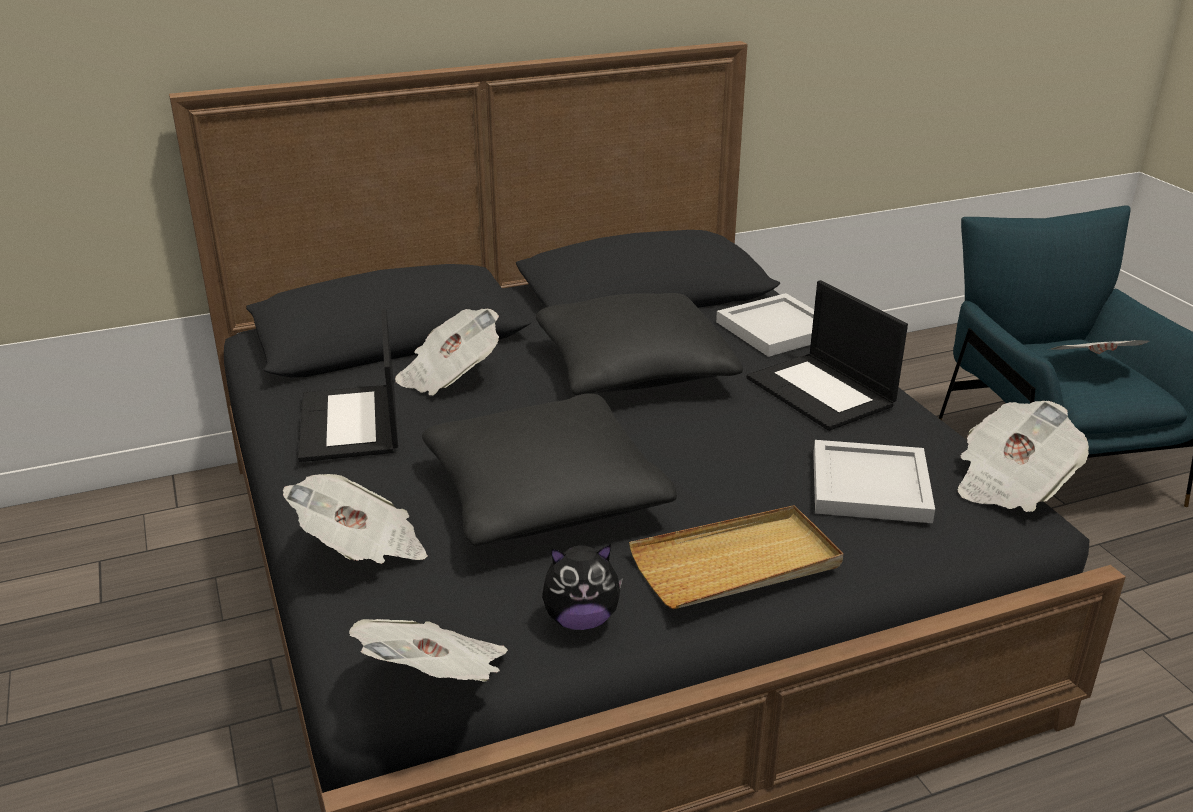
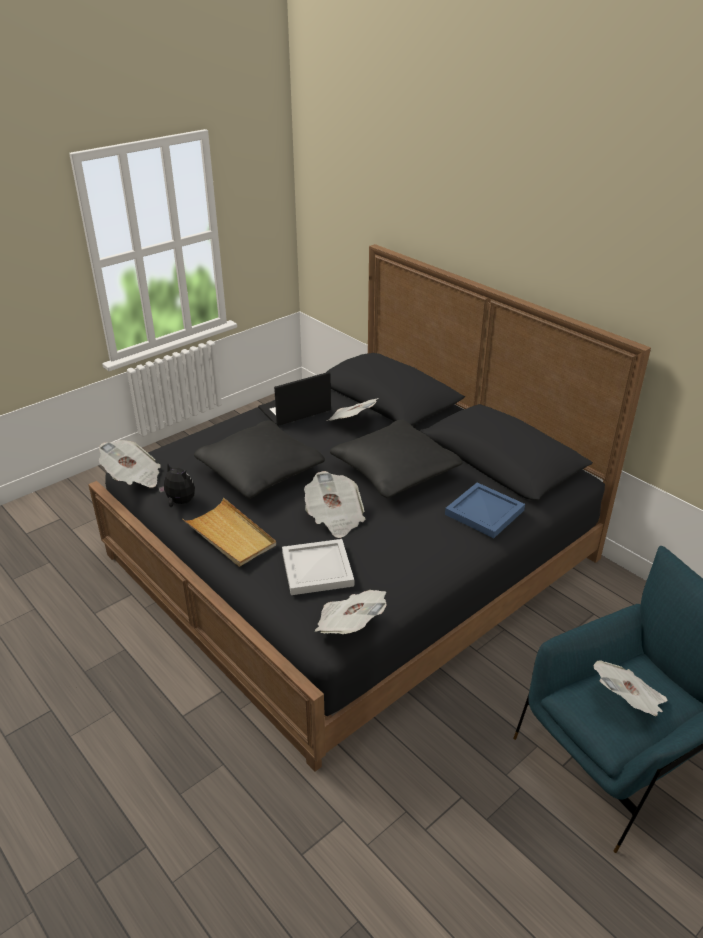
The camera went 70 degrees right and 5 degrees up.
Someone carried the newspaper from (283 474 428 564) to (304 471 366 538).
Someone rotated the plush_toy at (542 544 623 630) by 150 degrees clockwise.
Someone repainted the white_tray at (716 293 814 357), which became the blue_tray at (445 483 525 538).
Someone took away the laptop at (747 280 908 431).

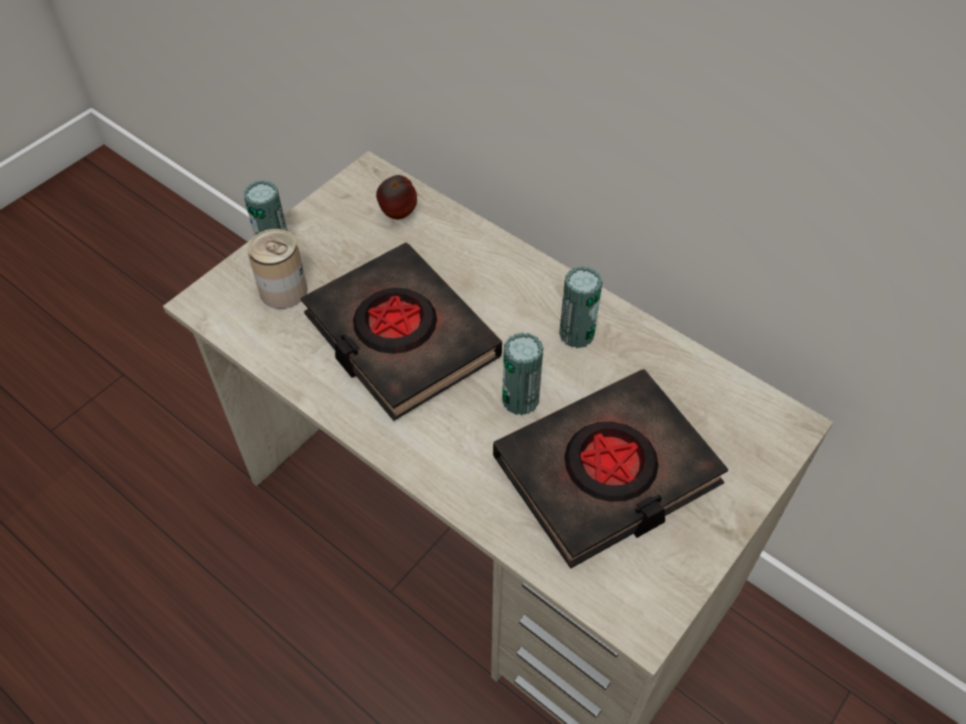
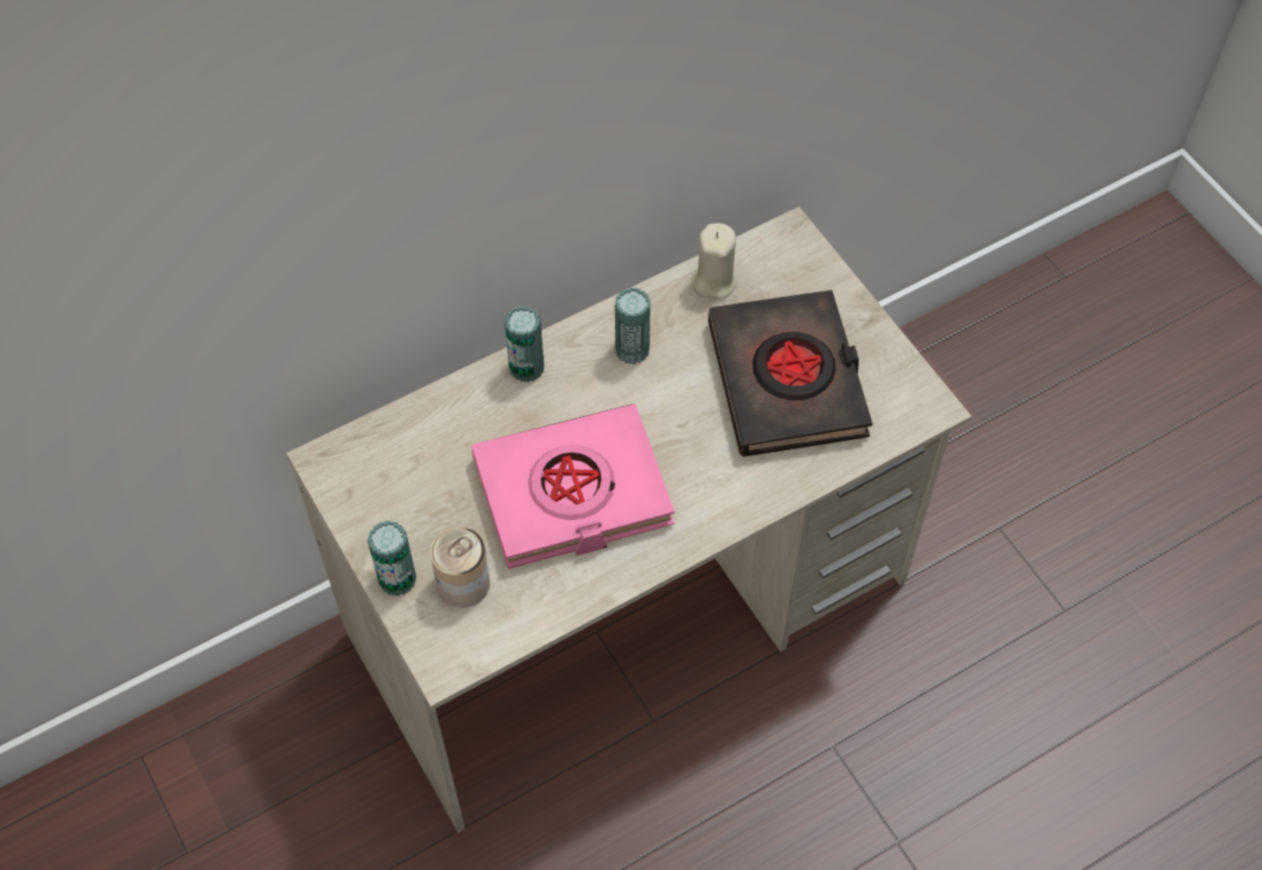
The camera went 70 degrees left and 5 degrees up.
Someone repainted the black_book at (301 243 502 421), which became the pink_book at (472 404 675 569).
Someone took away the apple at (376 175 417 219).
Someone carried the can from (502 332 543 415) to (504 306 544 382).
Someone put down the beige_candle at (691 223 737 299).

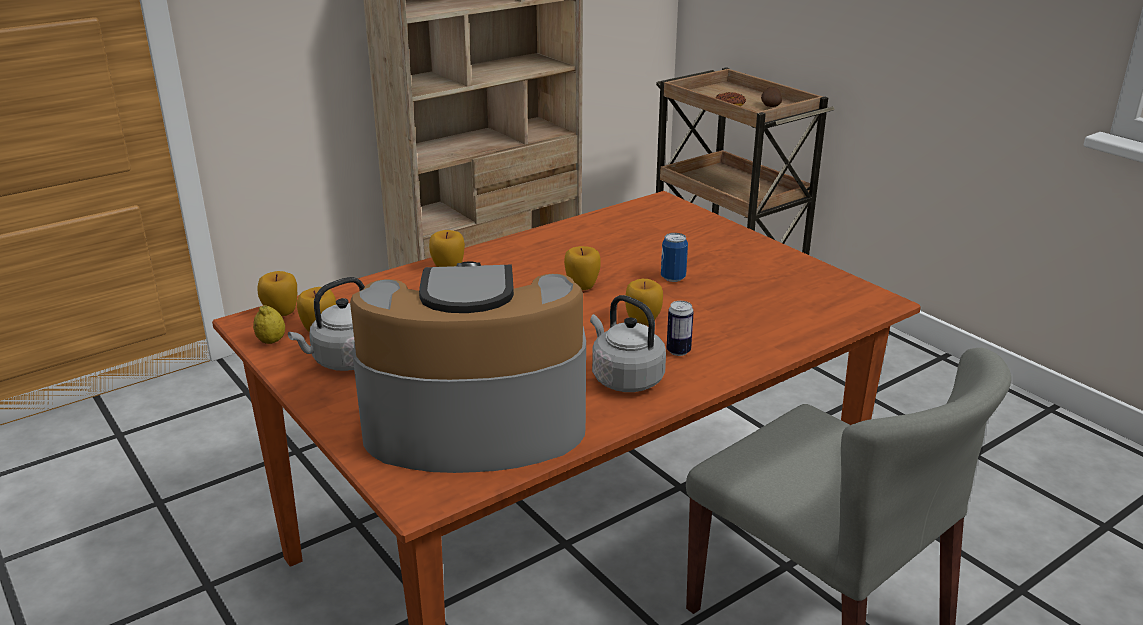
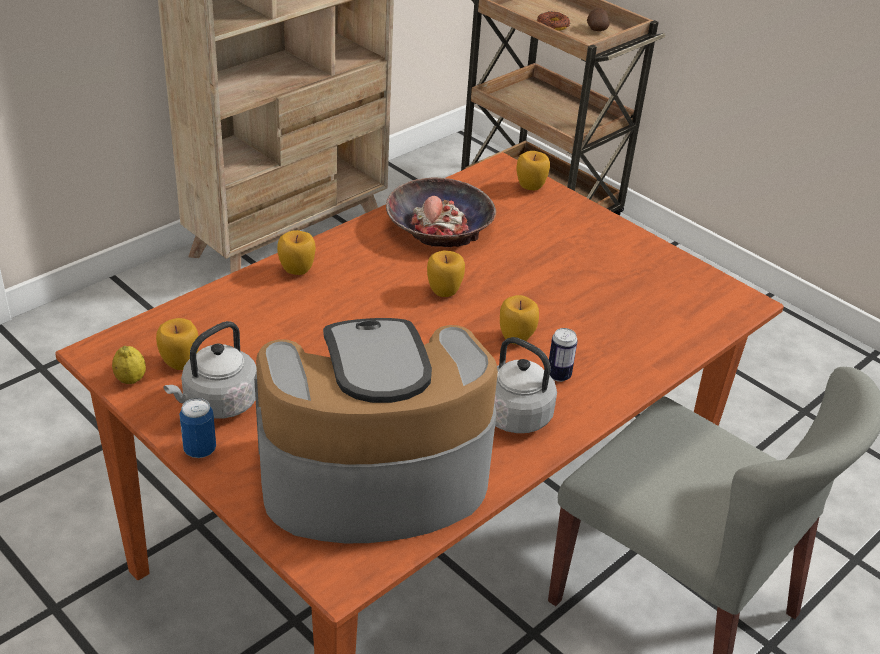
The camera went 10 degrees left and 10 degrees up.
Someone carried the apple from (257 271 297 316) to (516 151 550 190).
Someone carried the can from (661 233 688 282) to (179 398 216 458).
Someone put down the bowl at (386 178 496 247).

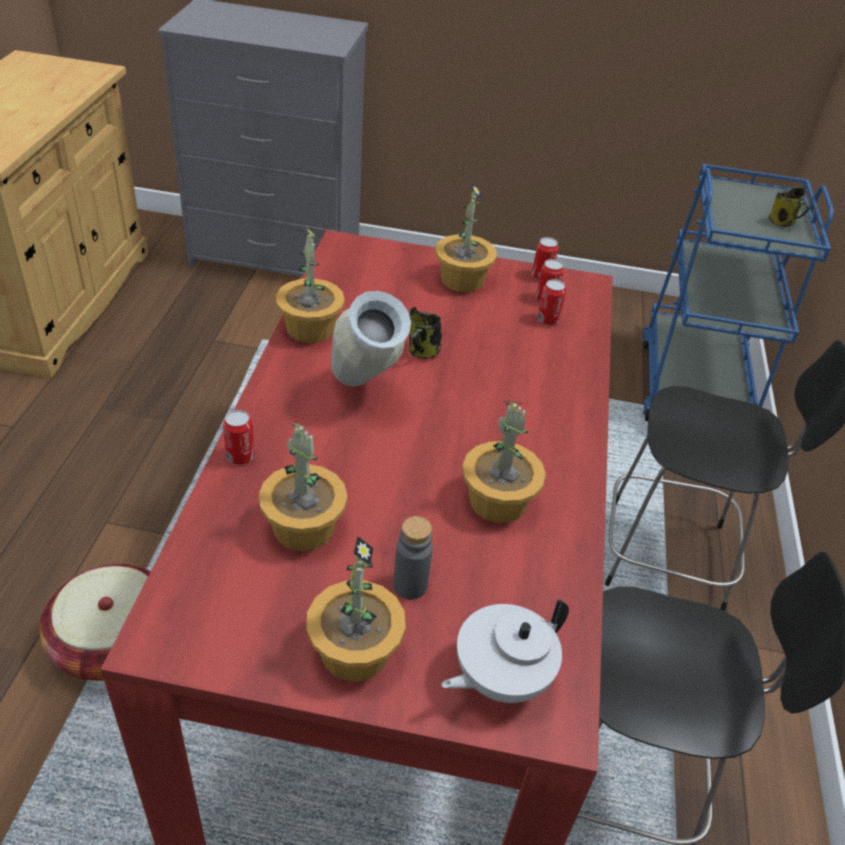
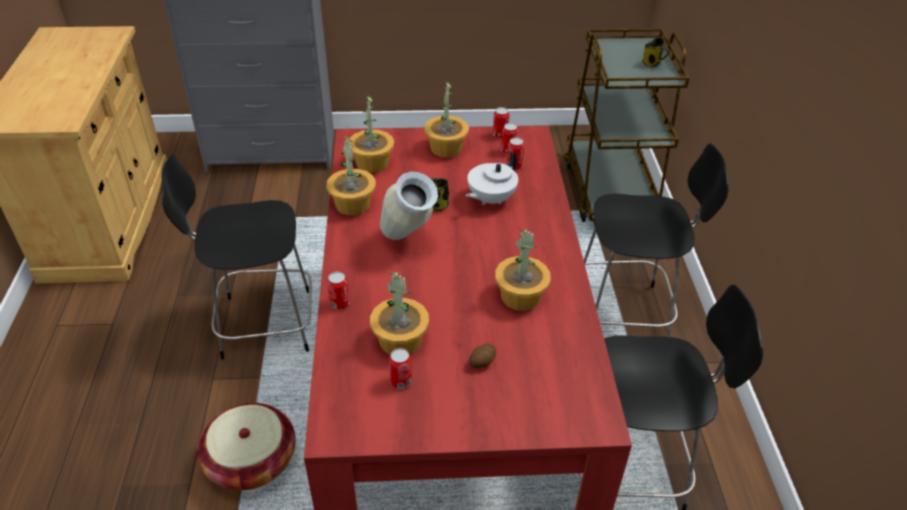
The camera went 10 degrees left and 0 degrees up.
Someone carried the potted_plant from (307 536 406 681) to (349 94 394 173).
Someone swapped the grey_bottle at (393 516 433 599) for the potato at (469 343 496 368).
Someone carried the white_teapot from (441 599 569 703) to (466 151 518 205).
Someone repainted the blue_cart at (642 164 834 421), which became the brown_cart at (565 29 690 222).
Someone put down the black_chair at (161 153 312 360).
Someone put down the can at (389 348 412 389).

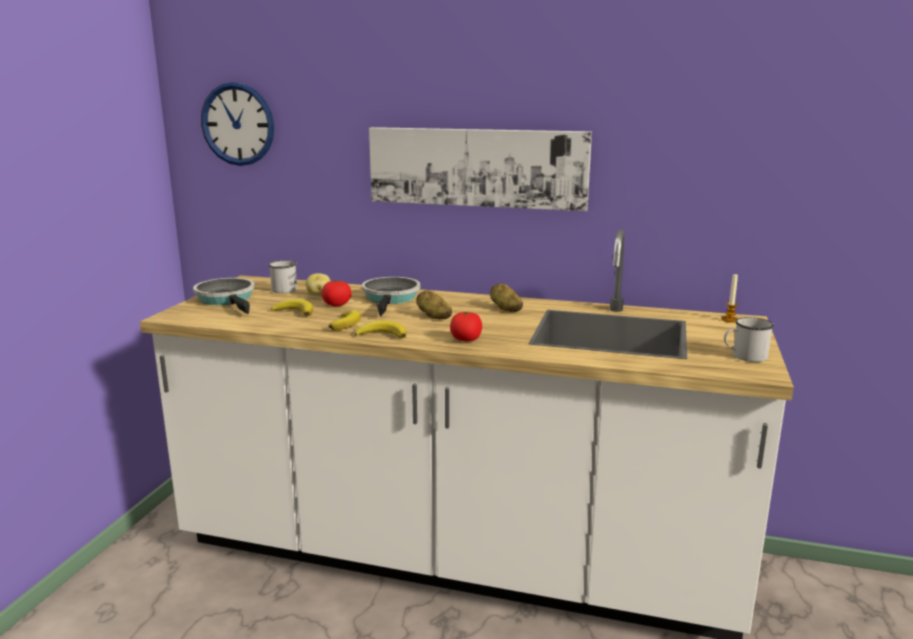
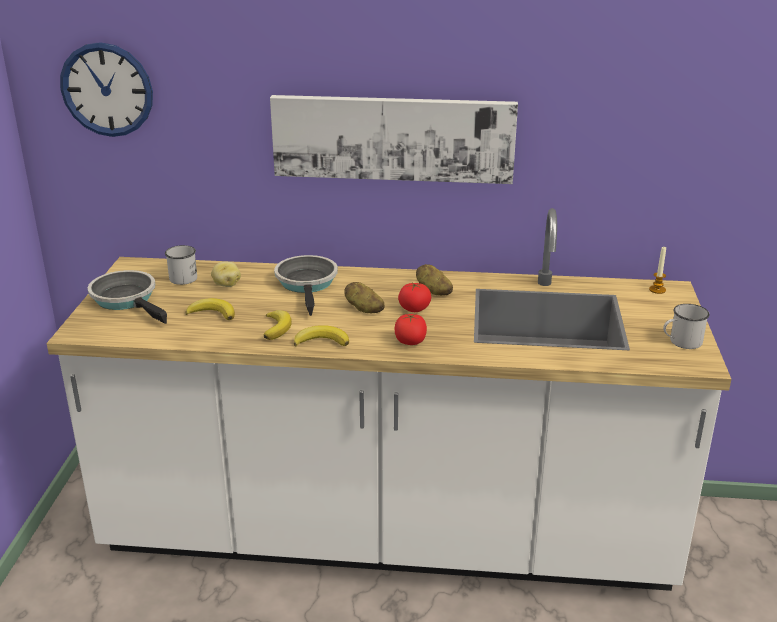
The camera went 10 degrees left and 10 degrees up.
Someone carried the tomato from (321 280 351 306) to (398 282 431 312).

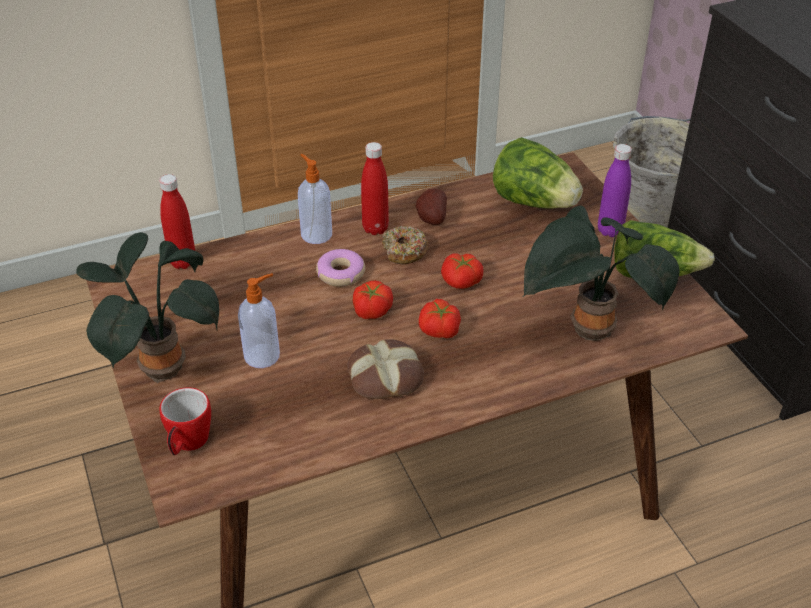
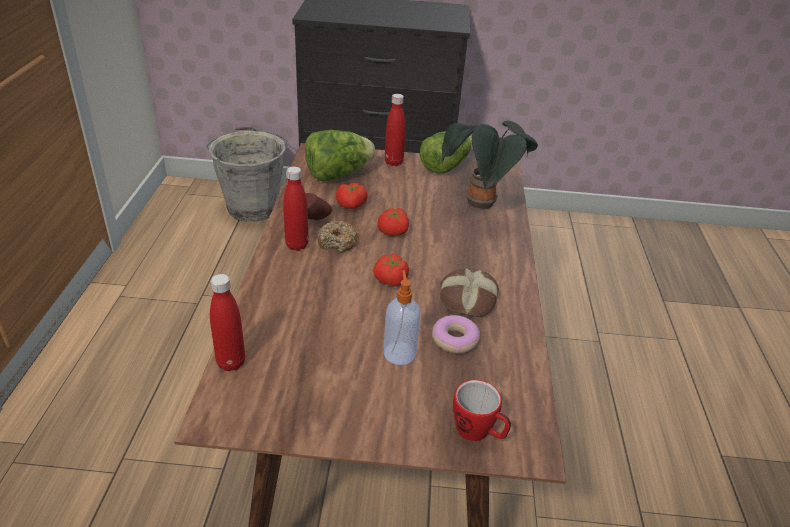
The camera went 65 degrees left and 5 degrees down.
Someone took away the potted_plant at (76 232 219 383).
Someone took away the soap_dispenser at (298 154 332 244).
Someone carried the donut from (316 249 365 287) to (432 315 480 353).
Someone carried the tomato from (419 299 461 338) to (336 183 368 209).
Someone repainted the purple_bottle at (598 144 632 237), which became the red_bottle at (385 94 406 166).

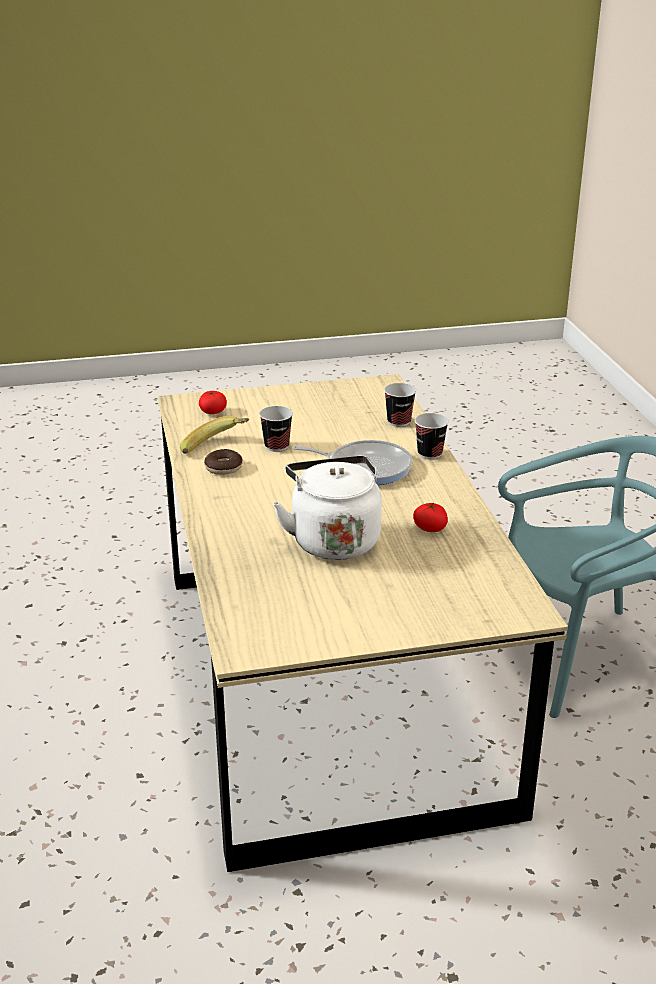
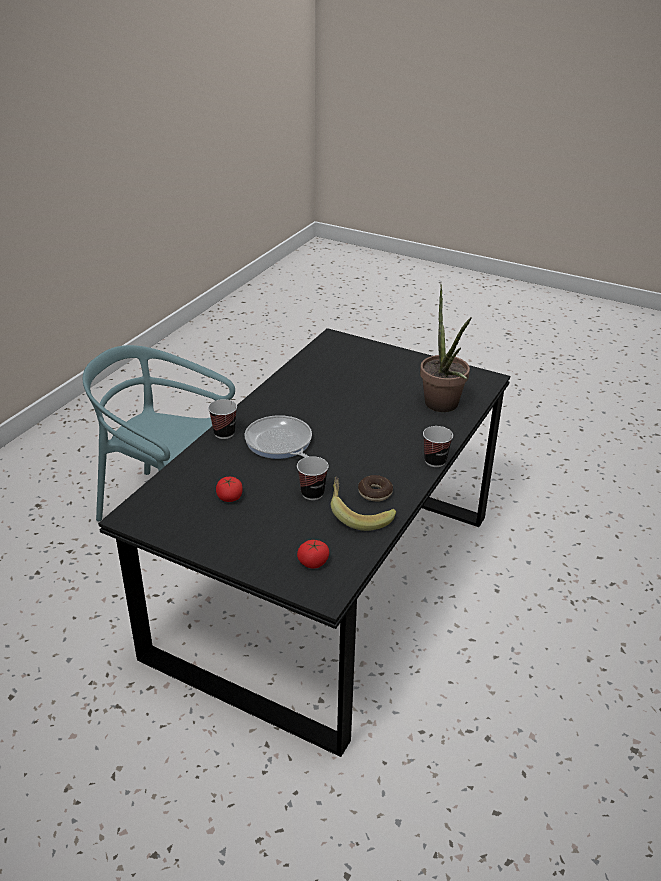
The camera went 140 degrees left and 5 degrees up.
Someone repainted the beige_dining_table at (158 374 568 872), which became the black_dining_table at (98 328 510 757).
Someone took away the white_kettle at (273 456 382 560).
Someone carried the cup from (384 383 416 427) to (423 426 453 467).
Someone carried the tomato from (413 502 448 532) to (216 477 243 502).
Someone put down the potted_plant at (420 284 471 412).

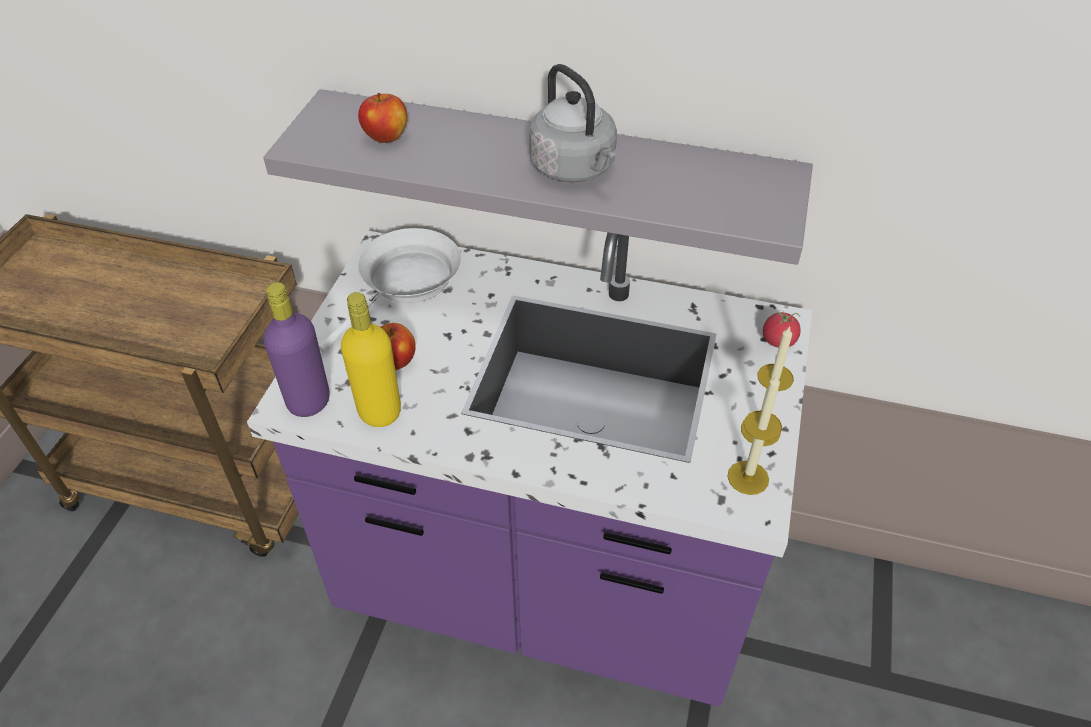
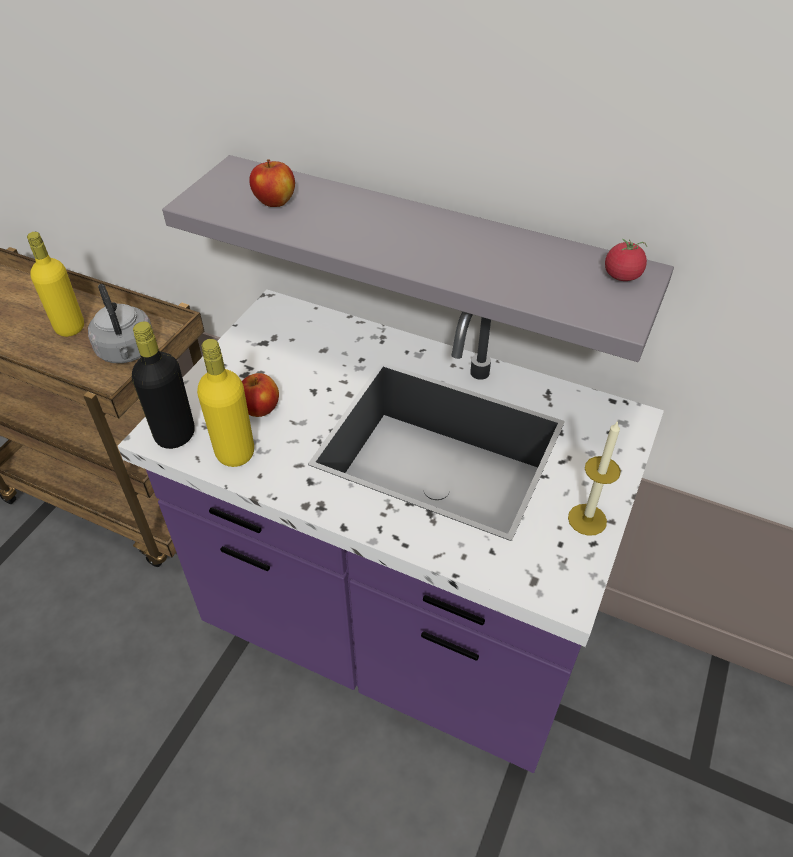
The camera went 10 degrees right and 0 degrees up.
Someone repainted the purple_bottle at (264 282 330 417), which became the black_bottle at (132 321 195 449).
Someone took away the white_frying_pan at (319 228 461 352).
Someone carried the grey_kettle from (529 64 617 182) to (88 284 154 363).
Someone took away the candle at (727 375 782 495).
Someone carried the tomato from (763 311 801 348) to (605 239 647 281).
Someone put down the yellow_bottle at (27 232 84 337).

